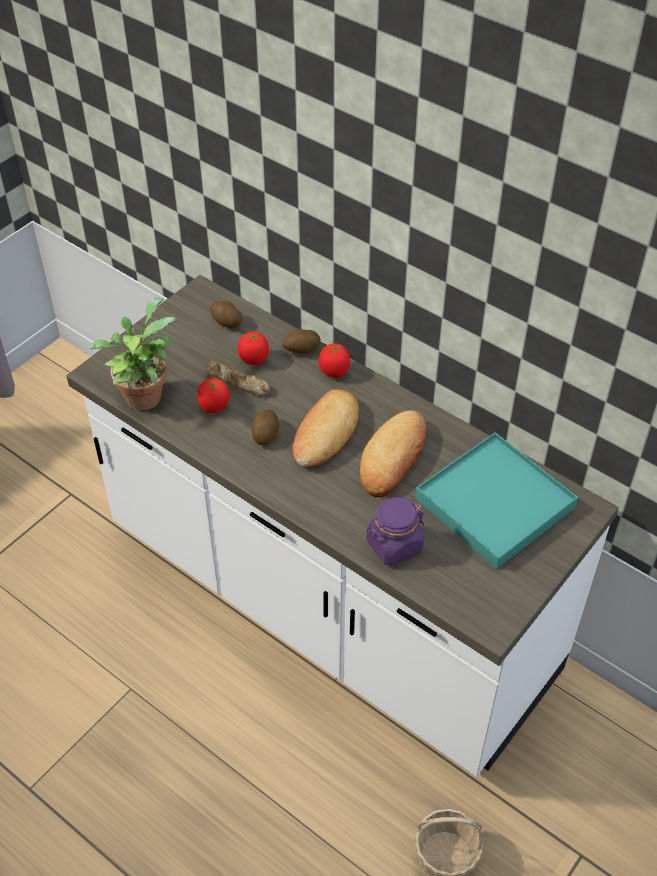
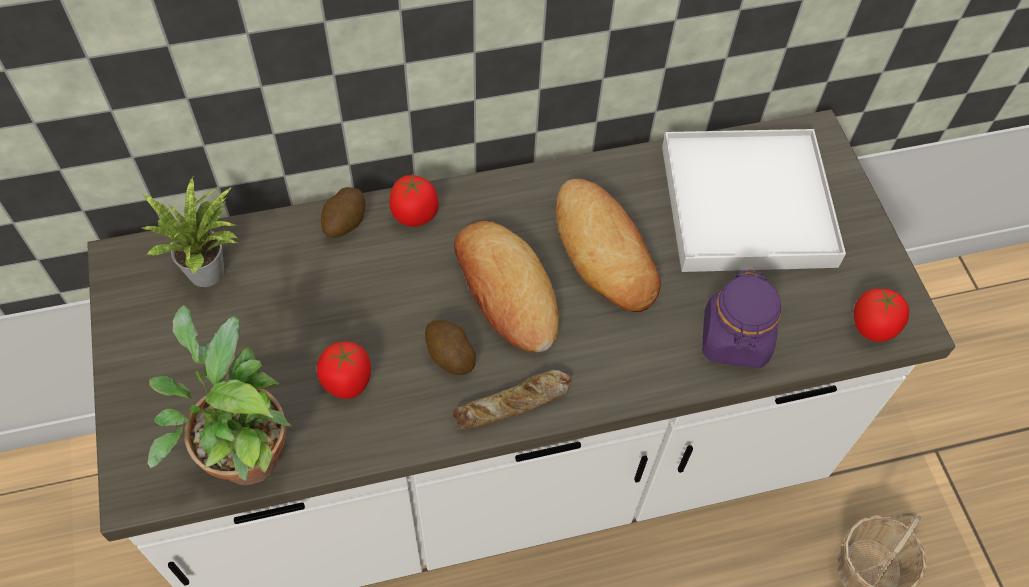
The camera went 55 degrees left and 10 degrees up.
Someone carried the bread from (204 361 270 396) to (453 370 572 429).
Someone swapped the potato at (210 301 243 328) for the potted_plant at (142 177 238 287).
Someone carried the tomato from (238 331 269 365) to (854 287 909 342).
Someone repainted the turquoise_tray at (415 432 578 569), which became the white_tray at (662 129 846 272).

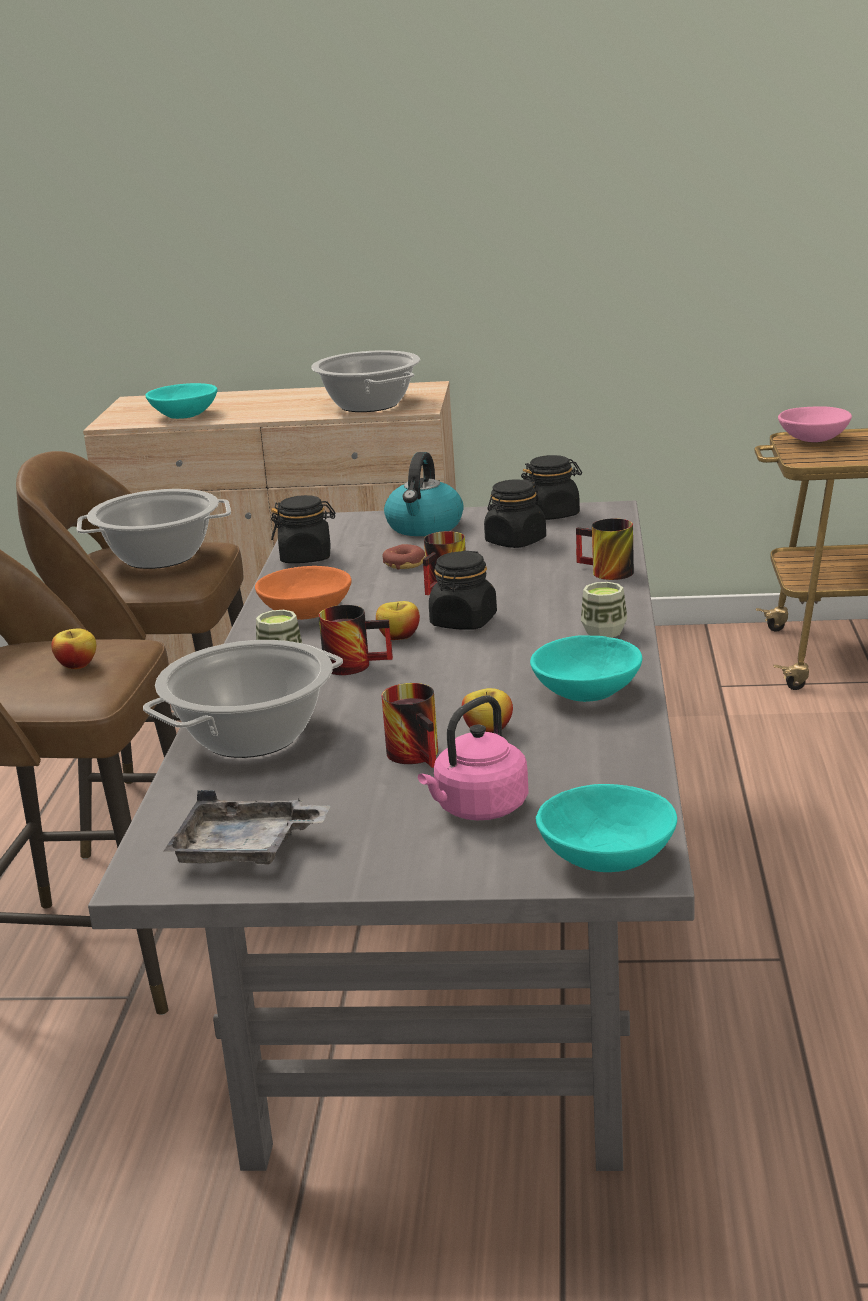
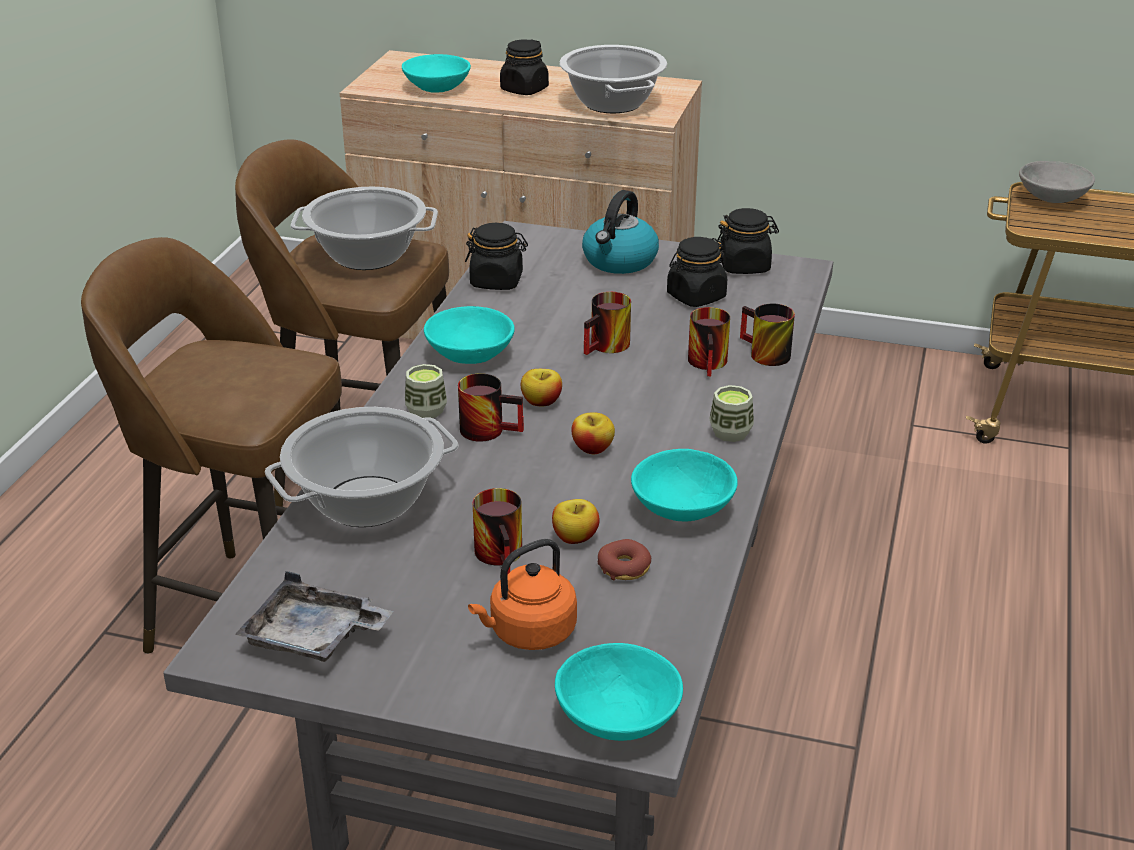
The camera went 10 degrees right and 10 degrees up.
Someone carried the apple from (51 629 96 669) to (571 412 615 454).
Someone repainted the orange_bowl at (255 566 352 620), which became the turquoise_bowl at (424 306 515 364).
Someone carried the donut from (382 544 425 569) to (598 539 651 580).
Someone repainted the pink_kettle at (418 695 529 820), which became the orange_kettle at (468 539 577 650).
Someone carried the black_jar from (429 551 497 630) to (500 39 549 95).
Someone repainted the pink_bowl at (778 406 852 442), which became the grey_bowl at (1019 161 1095 203).
Someone put down the mug at (688 307 730 376).

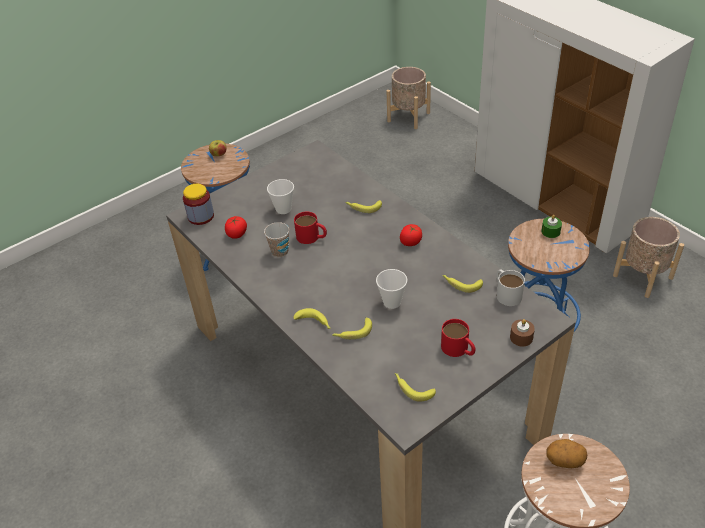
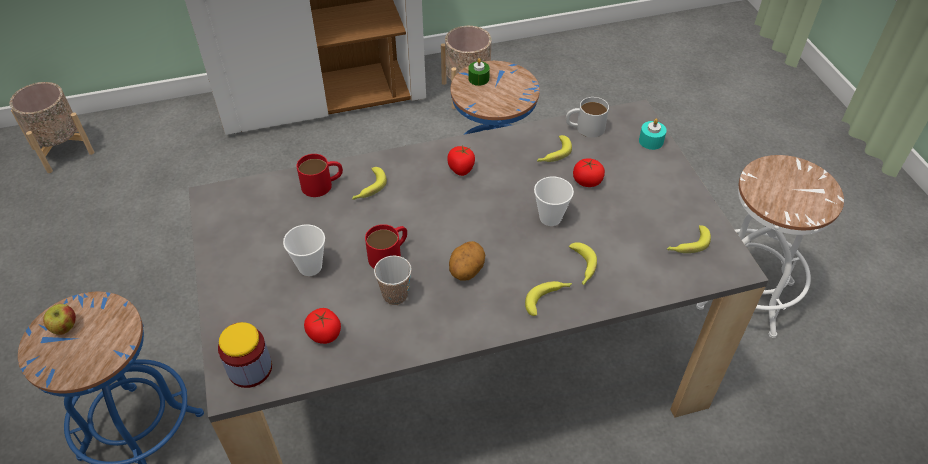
The camera went 70 degrees left and 5 degrees up.
Someone carried the red_mug from (441 319 476 357) to (296 154 343 197).
Someone repainted the brown_candle at (510 319 535 347), which became the turquoise_candle at (639 119 667 150).
Someone carried the potato from (546 439 587 468) to (449 241 485 281).
Someone put down the tomato at (573 158 605 187).

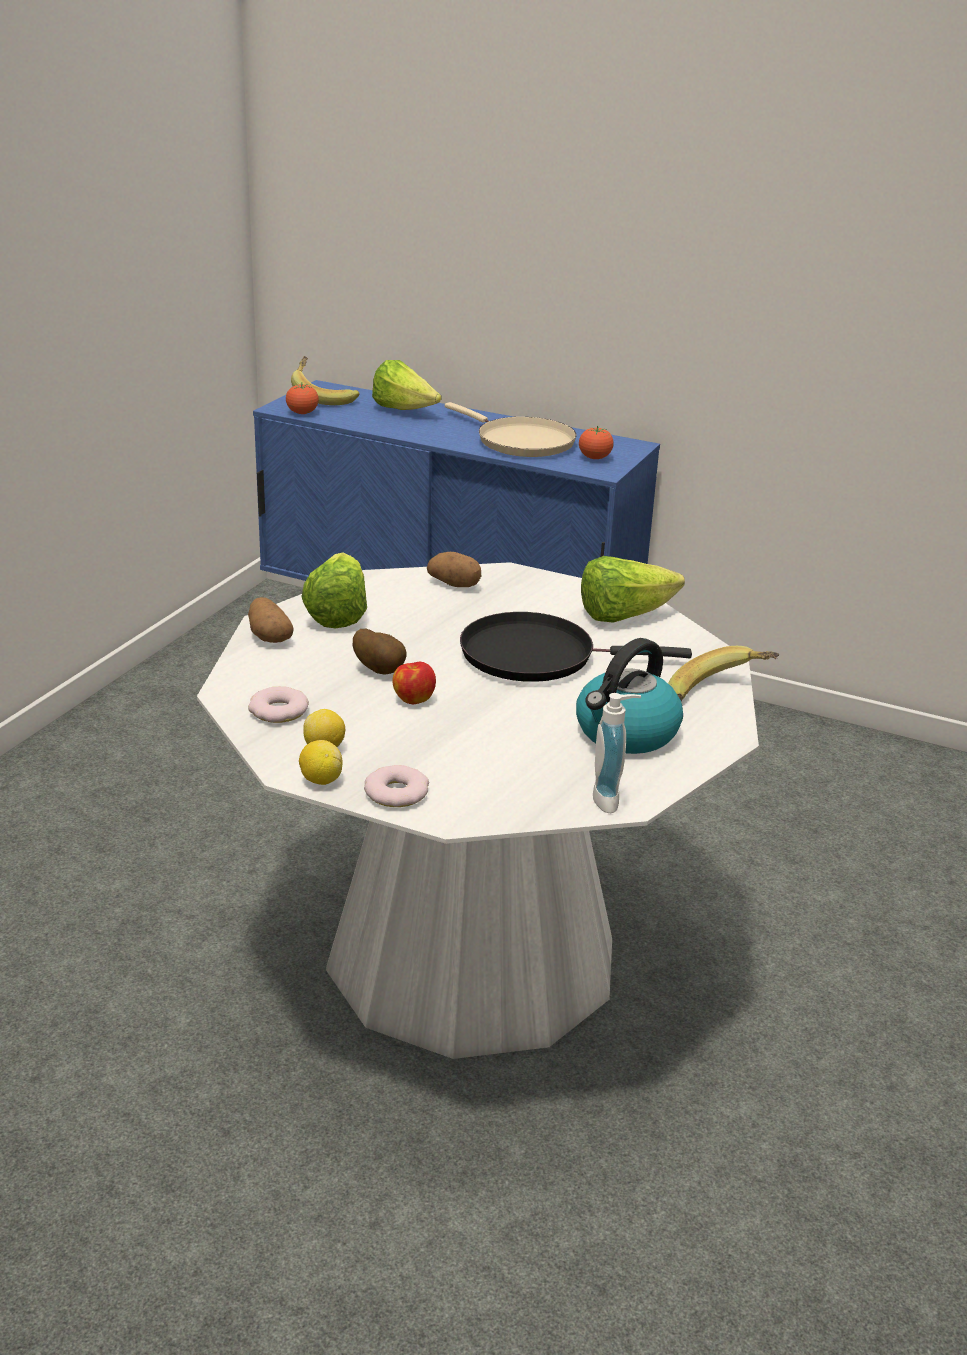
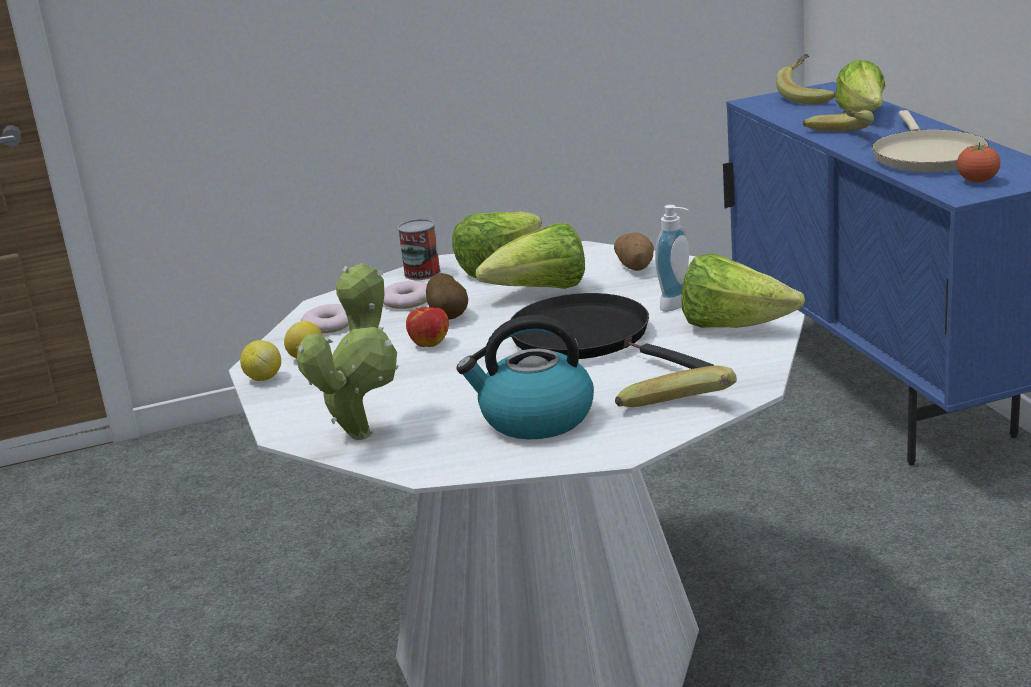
The camera went 50 degrees right and 5 degrees down.
Someone swapped the potato at (248 597 294 643) for the can at (398 219 441 280).
Someone took away the tomato at (286 382 319 414).
Someone carried the donut from (364 765 429 807) to (383 281 427 309).
Someone carried the soap_dispenser from (593 693 641 813) to (655 205 689 312).
Someone put down the potted_plant at (297 263 399 440).
Someone put down the lettuce at (476 223 585 289).
Someone put down the banana at (802 110 874 131).

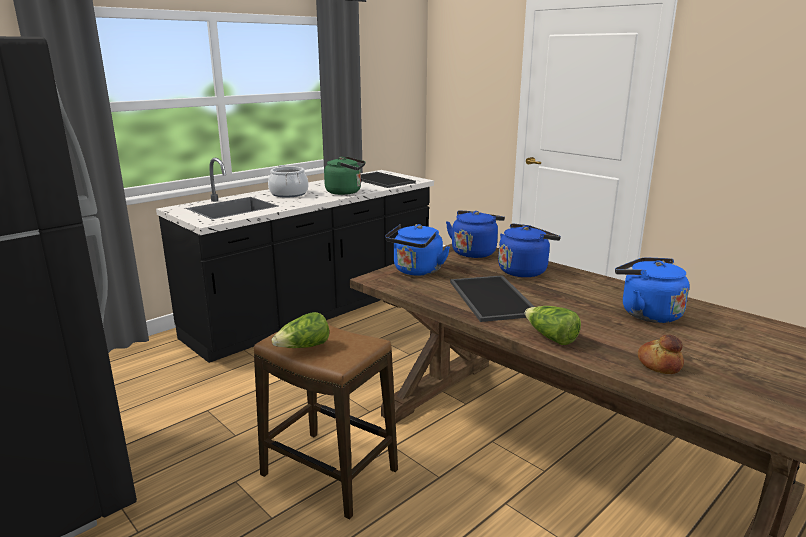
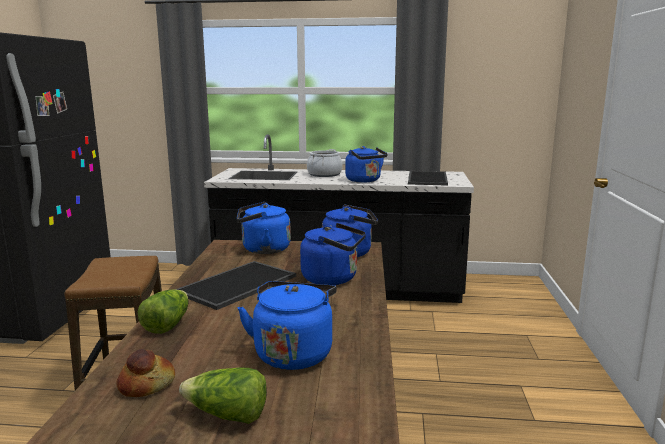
The camera went 50 degrees right and 5 degrees down.
Someone carried the lettuce from (272 312 329 348) to (179 367 267 424).
Someone repainted the green_kettle at (324 156 366 195), which became the blue_kettle at (345 146 388 183).

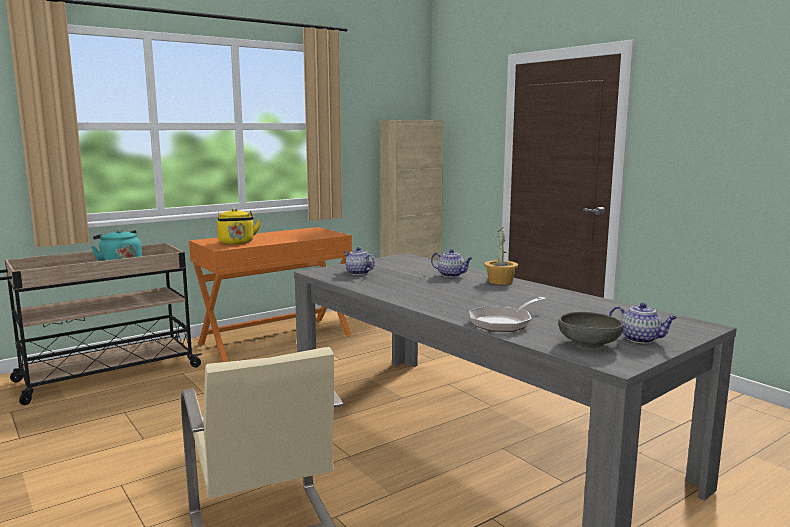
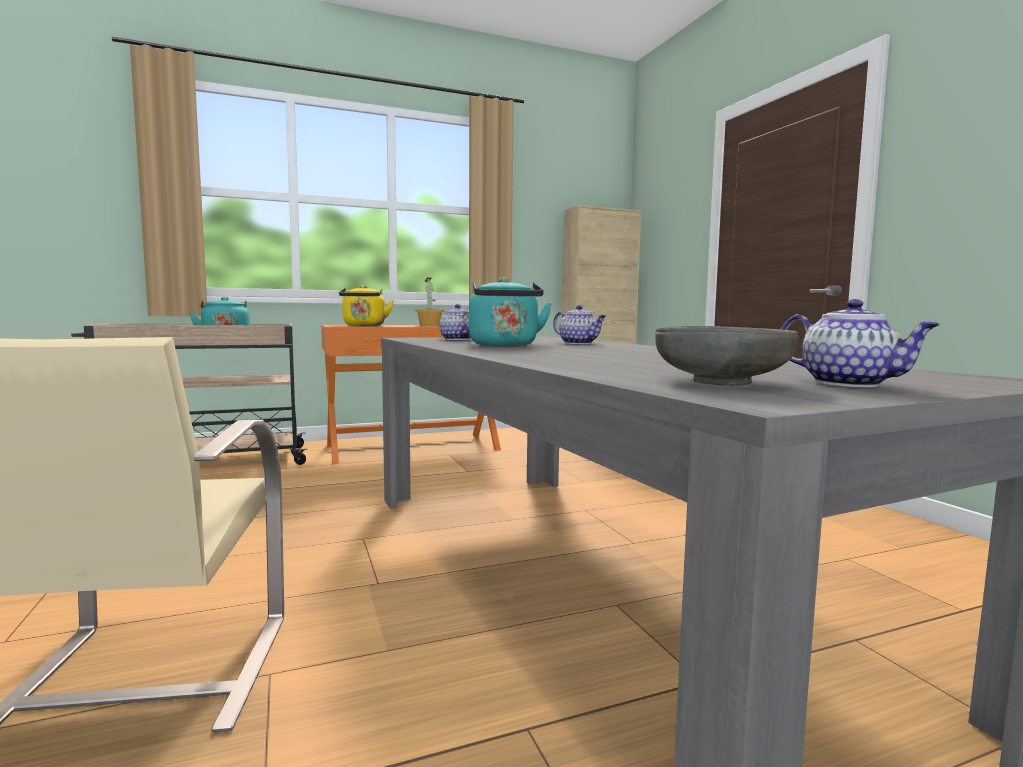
The camera went 15 degrees right and 5 degrees down.
Someone took away the frying_pan at (469 297 546 332).
Someone carried the potted_plant from (484 227 518 285) to (416 277 444 326).
Someone put down the turquoise_kettle at (469 277 552 346).

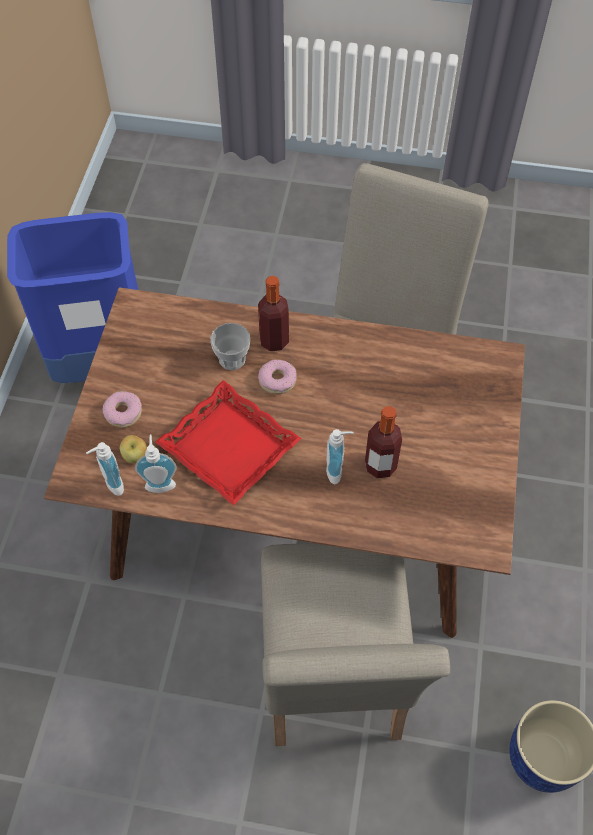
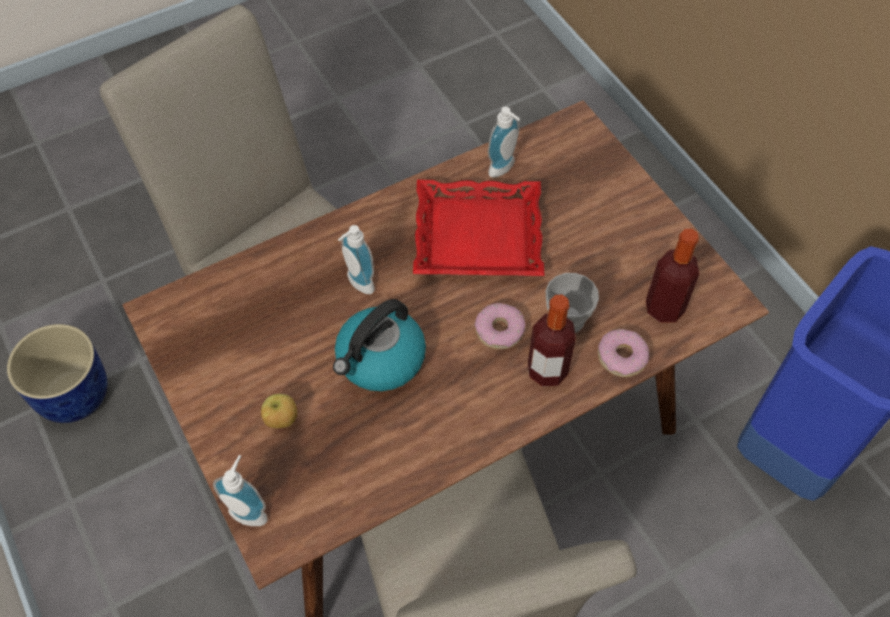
The camera went 140 degrees right and 0 degrees up.
Someone carried the soap_dispenser from (86 442 124 496) to (213 455 268 526).
Someone carried the donut from (103 391 142 428) to (598 329 649 377).
Someone carried the apple from (120 435 147 463) to (261 394 297 428).
Someone carried the bottle from (365 406 402 478) to (646 229 699 323).
Someone put down the kettle at (333 299 426 391).

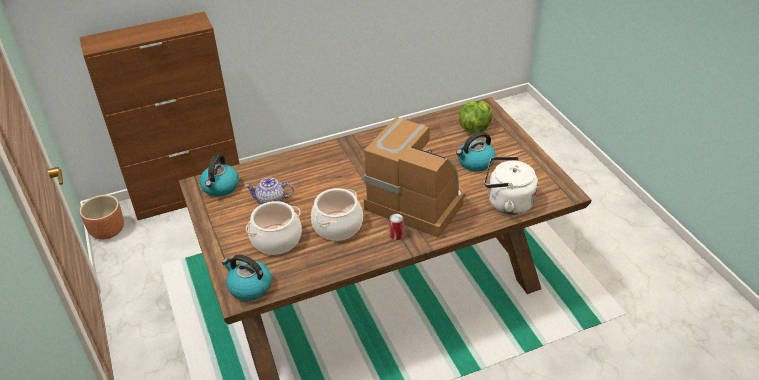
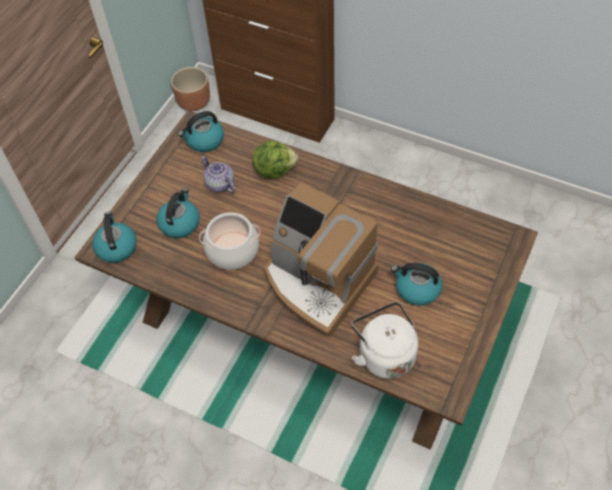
The camera went 50 degrees right and 15 degrees up.
Someone swapped the cooking_pot at (246 201 302 255) for the kettle at (157 188 200 238).
Someone rotated the coffee_machine at (364 117 465 238) by 135 degrees clockwise.
Someone took away the can at (389 214 404 240).
Someone carried the lettuce from (459 100 492 133) to (252 140 298 179).

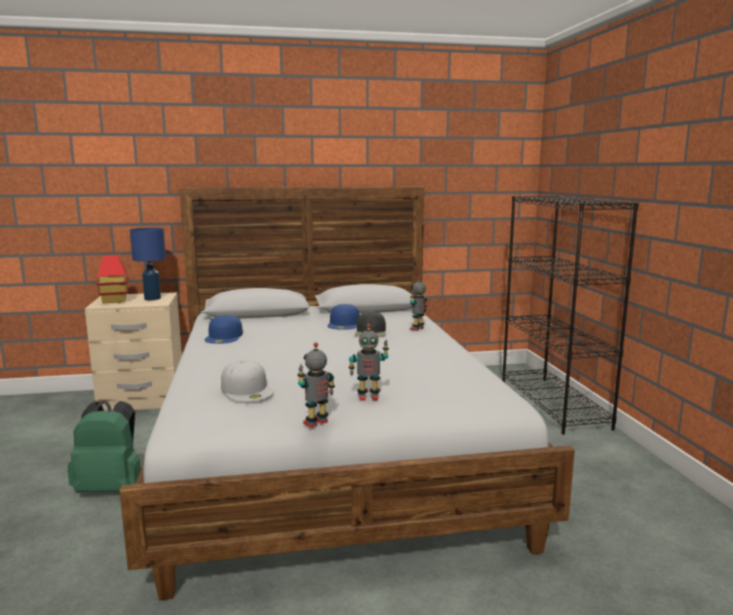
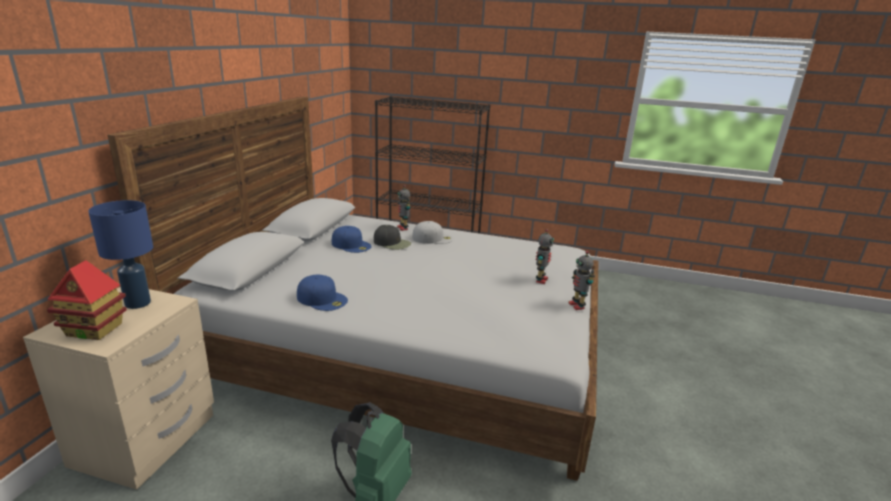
The camera went 65 degrees left and 10 degrees up.
Someone carried the white_cap from (221 360 274 402) to (412 221 453 244).

